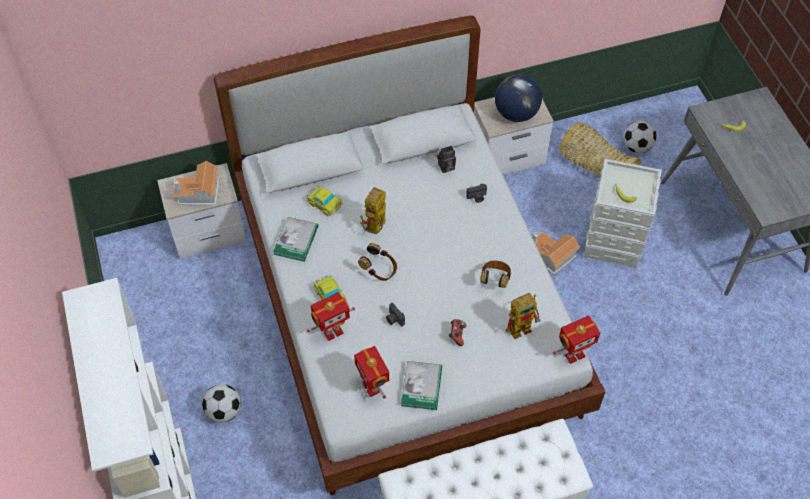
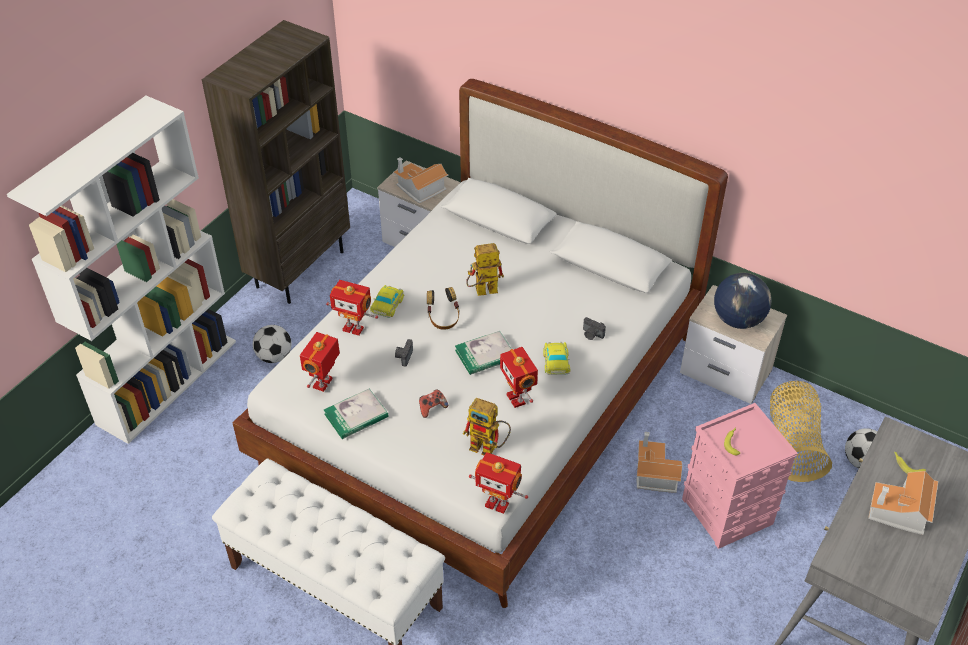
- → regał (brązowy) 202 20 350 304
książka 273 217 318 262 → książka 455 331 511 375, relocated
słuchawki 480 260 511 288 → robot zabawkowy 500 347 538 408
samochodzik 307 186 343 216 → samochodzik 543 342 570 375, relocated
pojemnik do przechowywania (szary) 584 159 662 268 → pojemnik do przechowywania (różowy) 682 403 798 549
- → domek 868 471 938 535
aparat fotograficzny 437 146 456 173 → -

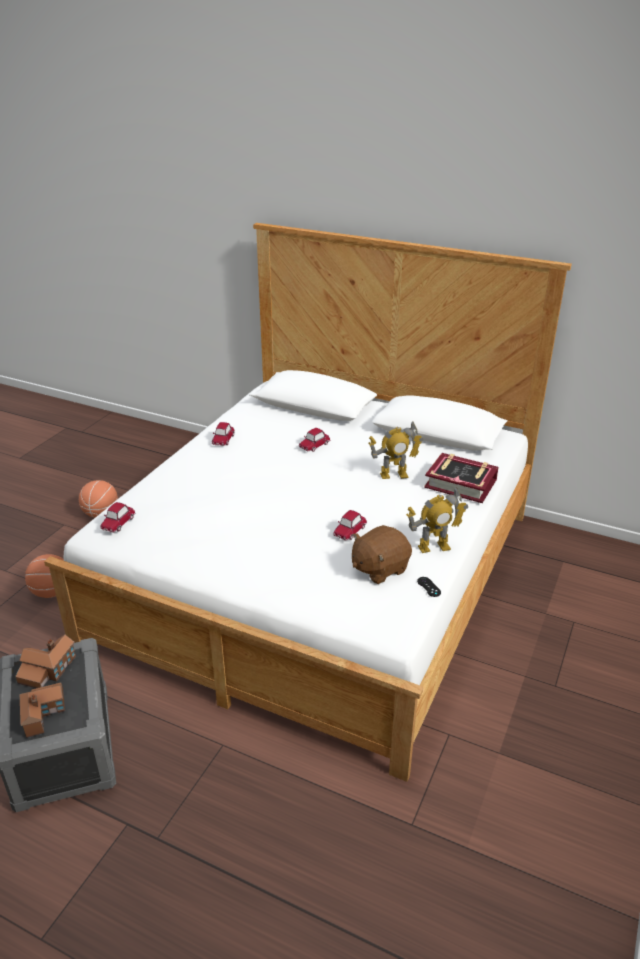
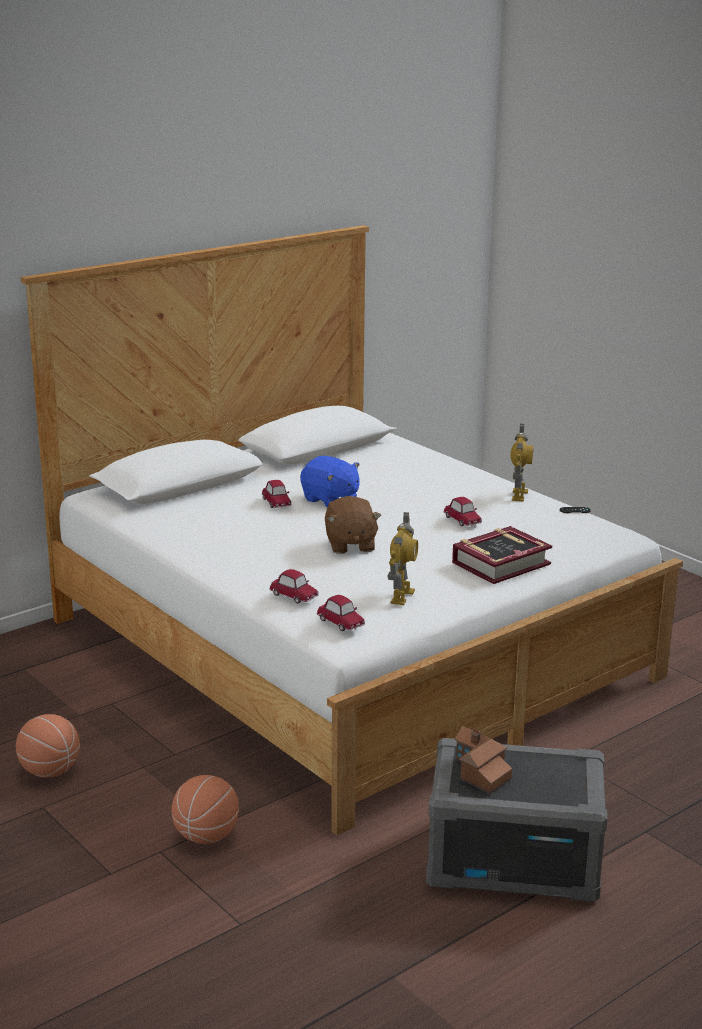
samochodzik 212 422 235 446 → samochodzik 269 569 318 603, relocated
- → pluszak (niebieski) 300 456 360 507
pluszak (brązowy) 352 525 412 584 → pluszak (brązowy) 325 496 381 554, relocated
robot zabawkowy 368 422 424 479 → robot zabawkowy 388 512 418 605, relocated
książka 424 453 499 503 → książka 452 526 552 584, relocated
domek 20 682 65 738 → -

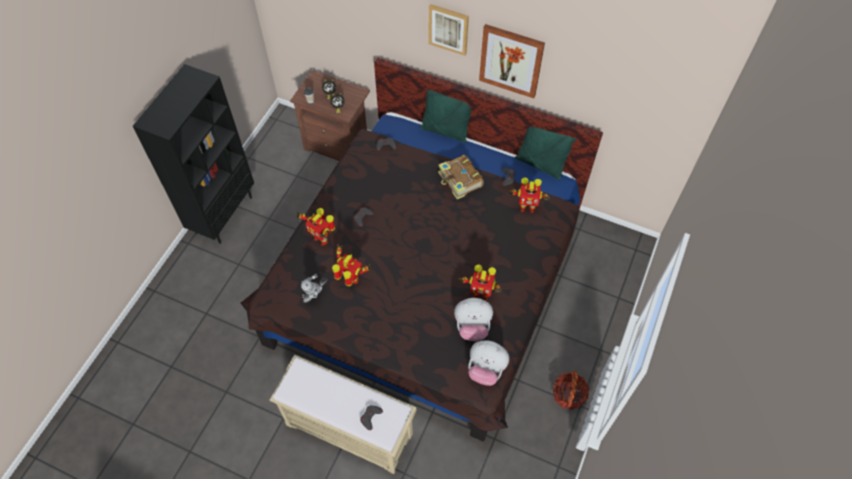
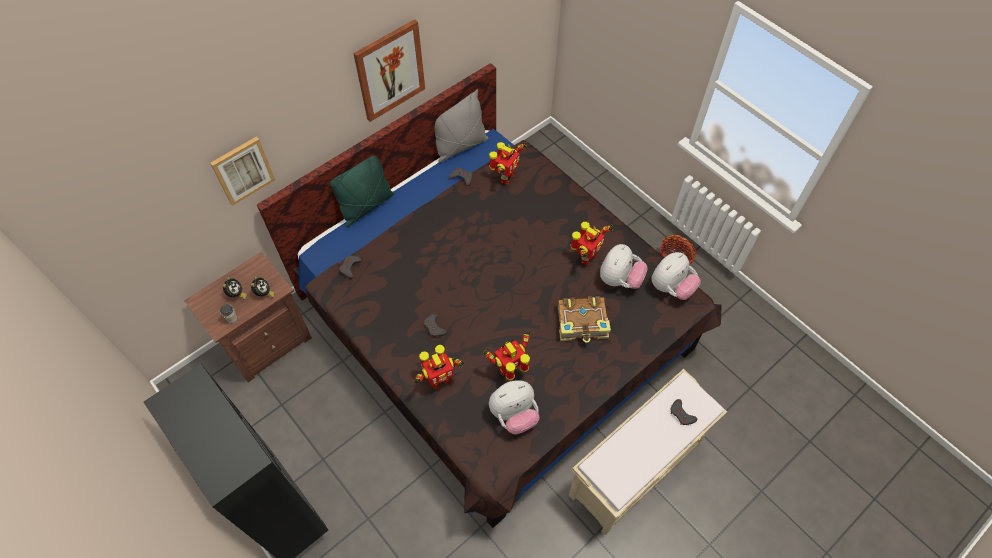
obraz 429 4 469 56 → obraz 210 136 275 206, relocated
poduszka (zielony) 515 127 576 180 → poduszka (szary) 435 89 489 163
robot zabawkowy 301 274 327 303 → pluszak 489 380 539 435
książka 438 155 484 199 → książka 558 296 611 343, relocated

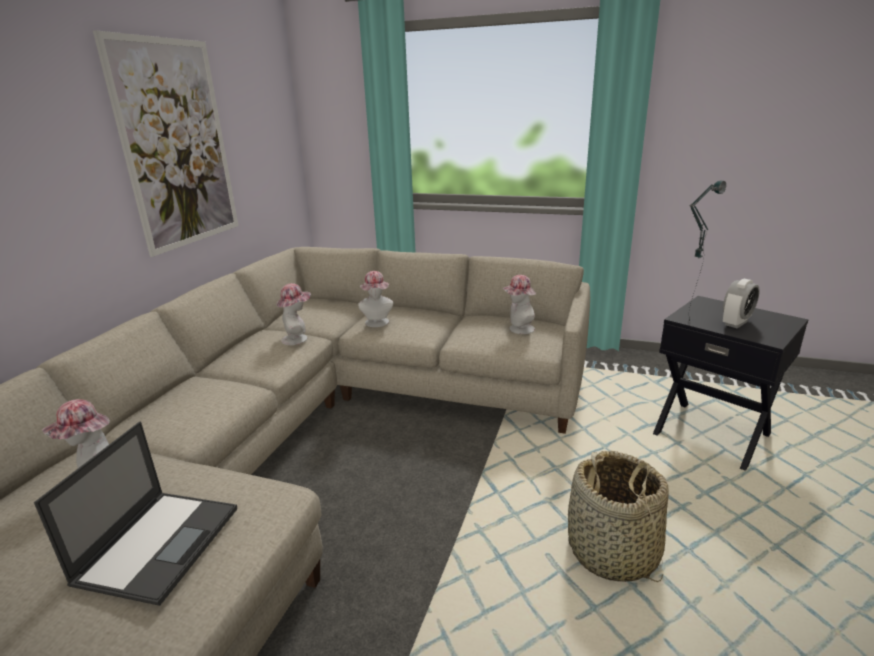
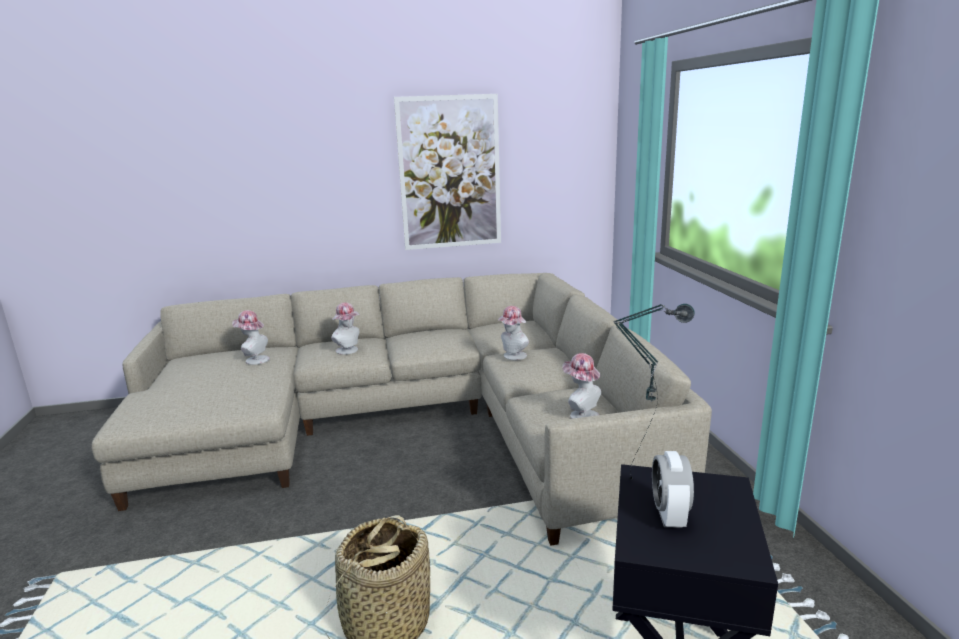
kapelusz 276 283 311 345 → kapelusz 331 303 360 355, relocated
budzik 723 279 760 328 → budzik 652 451 694 528, 75 degrees clockwise
laptop 34 421 237 606 → -

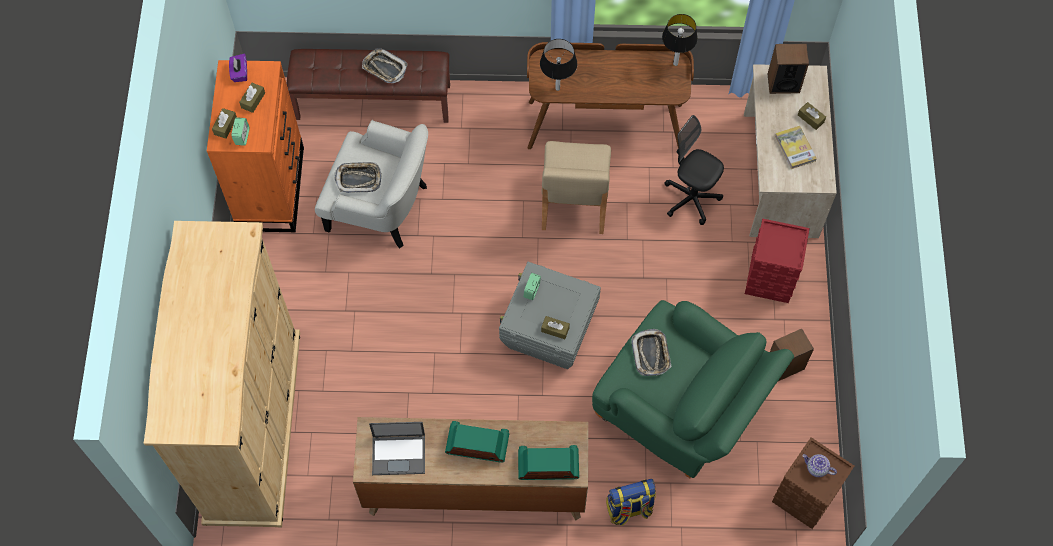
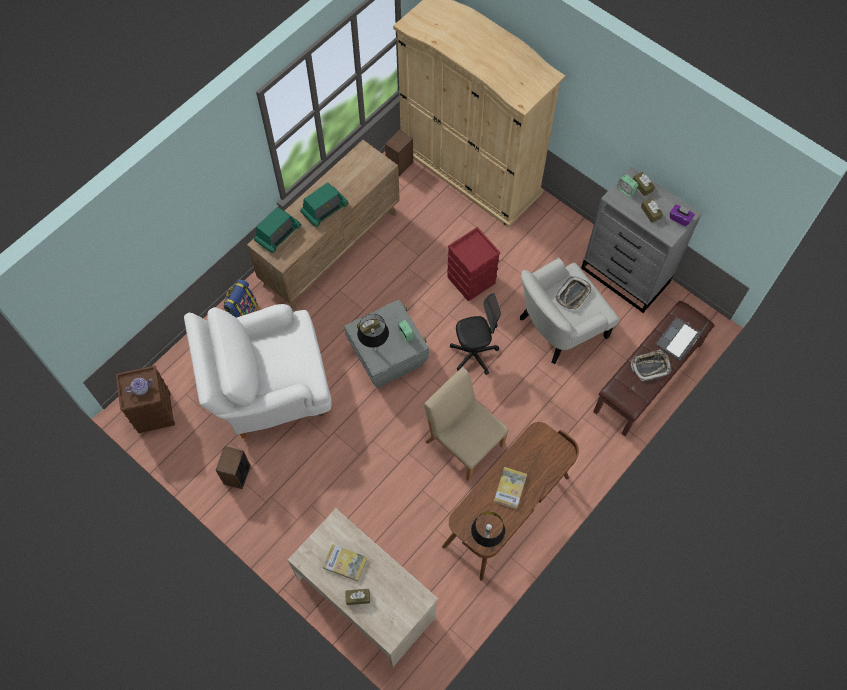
fotel (zielony) 592 300 794 478 → fotel (biały) 184 304 331 438
lampa stołowa (czarny) 540 39 577 91 → lampa stołowa (czarny) 357 314 389 352, relocated
głośnik 768 43 809 94 → głośnik 385 130 413 176, relocated
pojemnik do przechowywania (czerwony) 745 218 810 303 → pojemnik do przechowywania (czerwony) 447 227 500 302, relocated
krzesło biurowe (czarny) 664 115 724 225 → krzesło biurowe (czarny) 450 293 501 375, relocated
- → książka 494 467 527 509
komoda (pomarańczowy) 207 60 304 233 → komoda (szary) 581 167 701 313
laptop 369 422 425 475 → laptop 655 317 709 362, relocated
taca 632 329 672 376 → -

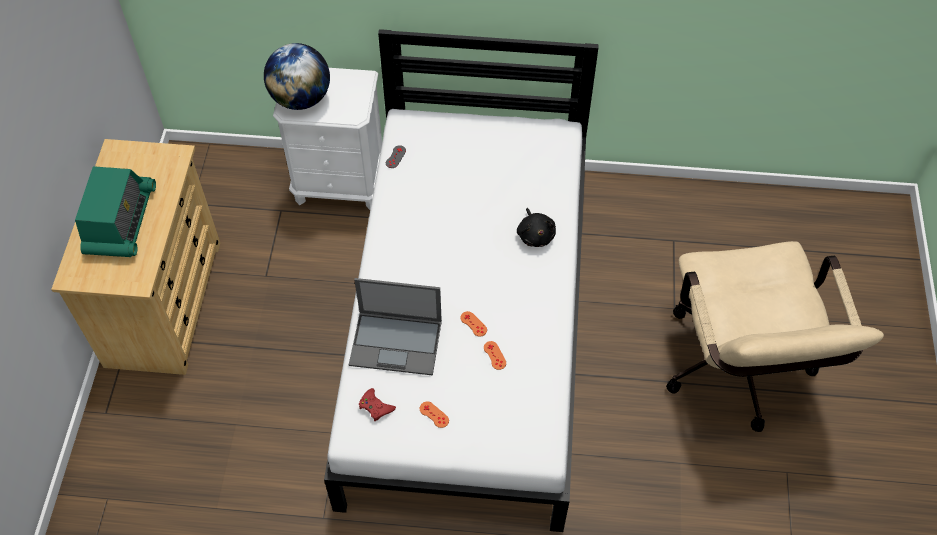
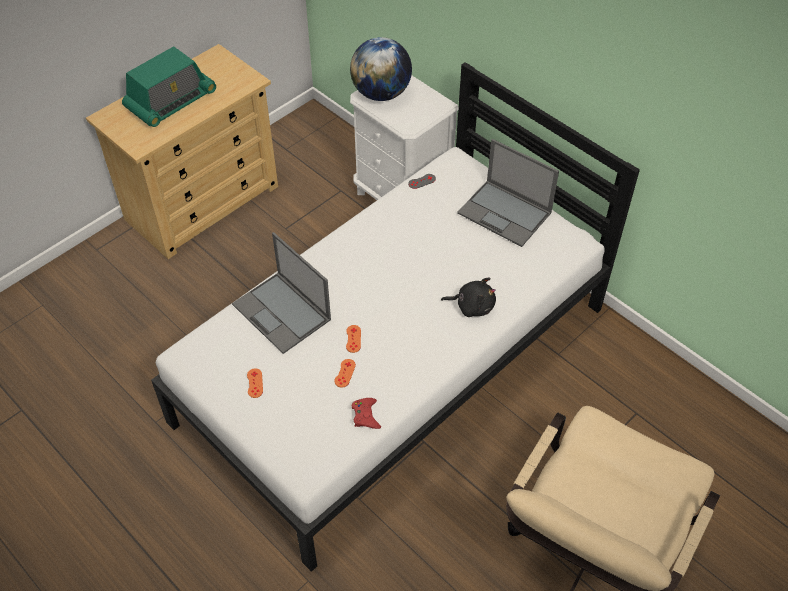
pad do gier (czerwony) 359 388 396 421 → pad do gier (czerwony) 352 398 381 429, relocated
pluszak (czarny) 517 208 556 247 → pluszak (czarny) 441 277 496 317, 105 degrees counterclockwise
- → laptop 457 139 559 247

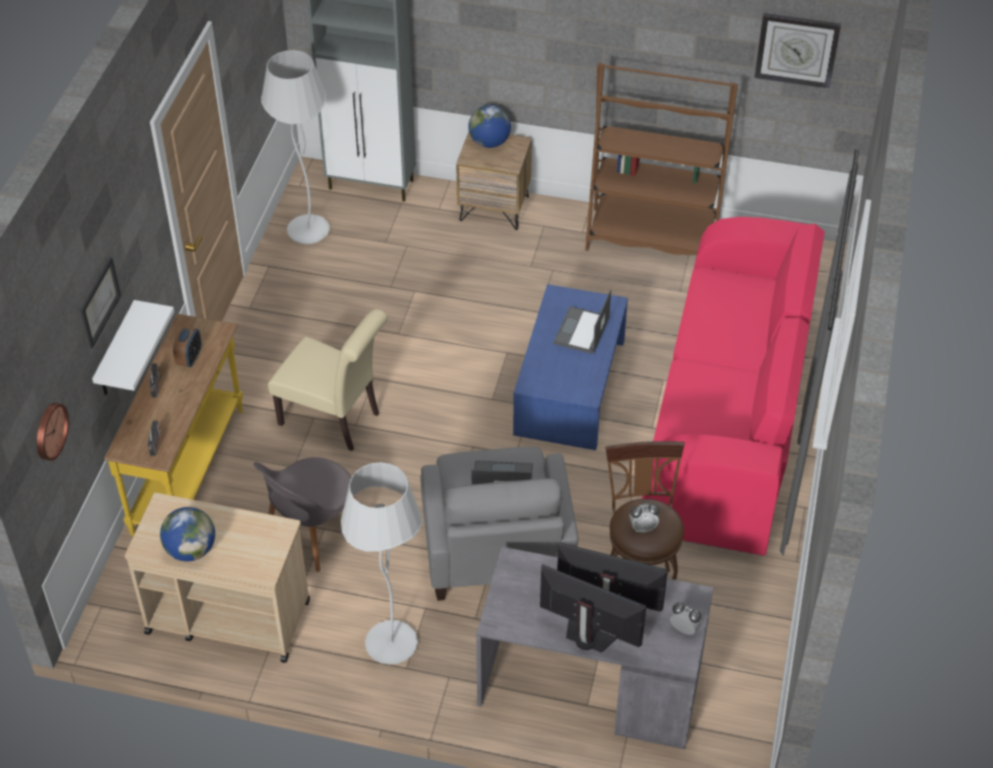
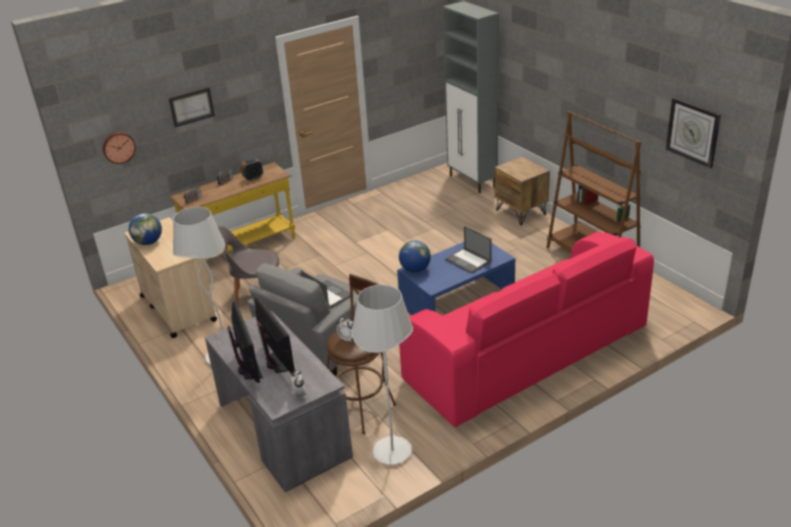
lampa stojąca (biały) 261 50 330 244 → lampa stojąca (biały) 352 285 413 465, relocated
globus 468 105 511 148 → globus 399 241 431 272, relocated
laptop 553 289 611 354 → laptop 445 226 491 273, 105 degrees counterclockwise
półka (biały) 92 300 174 395 → -
krzesło (beżowy) 268 309 388 451 → -

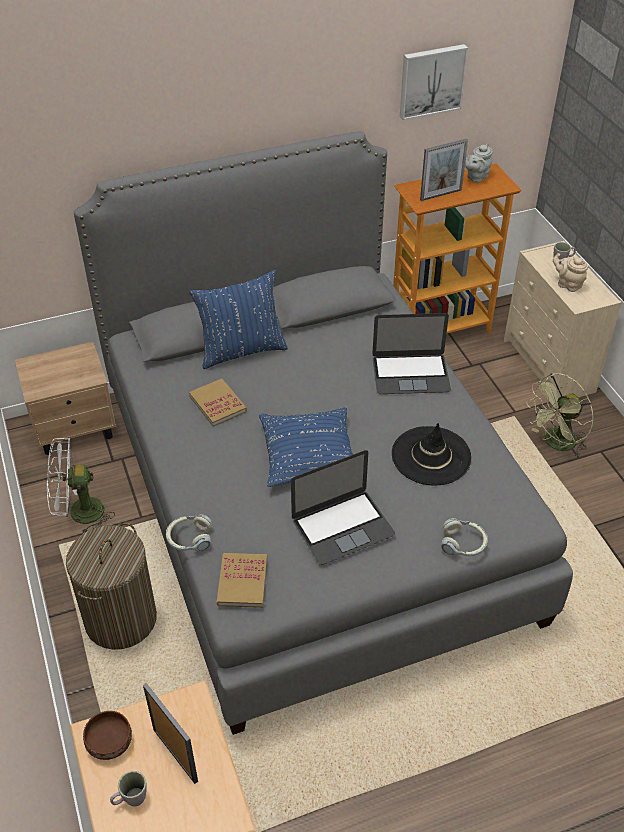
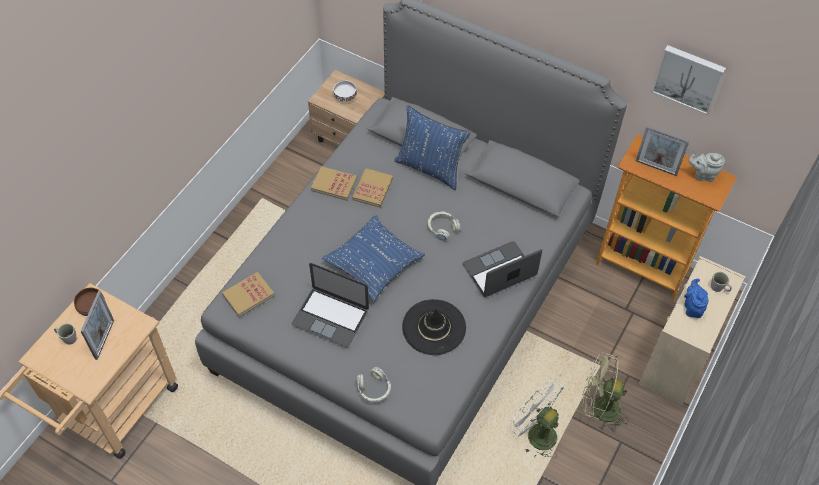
- → książka 311 166 357 201
- → miska (biały) 333 80 357 102
słuchawki 166 514 212 551 → słuchawki 428 212 460 241, relocated
laptop 372 313 451 394 → laptop 462 241 542 297, 105 degrees clockwise
wentylator (biały) 47 437 115 534 → wentylator (biały) 509 379 564 459, relocated
imbryk (beżowy) 553 253 588 292 → imbryk (niebieski) 684 279 708 318
kosz na pranie 66 523 157 650 → -

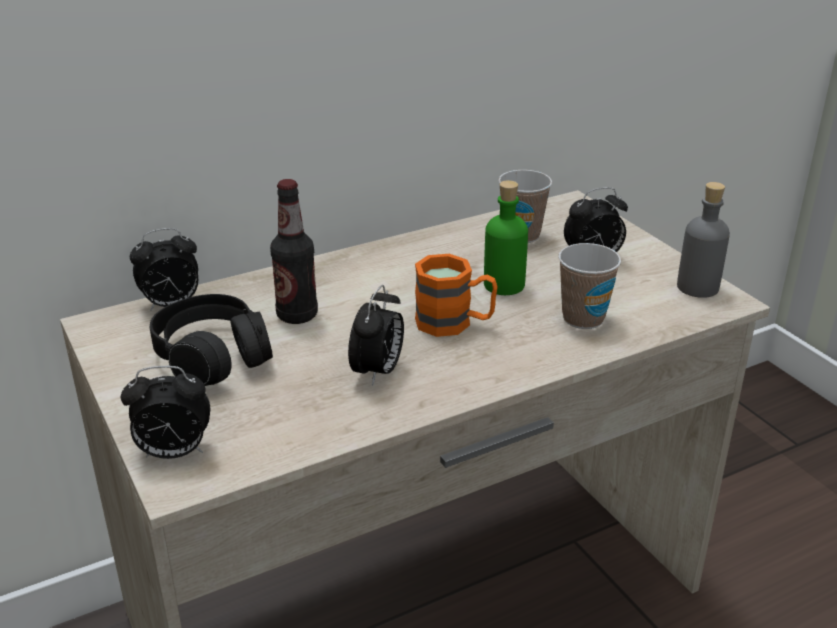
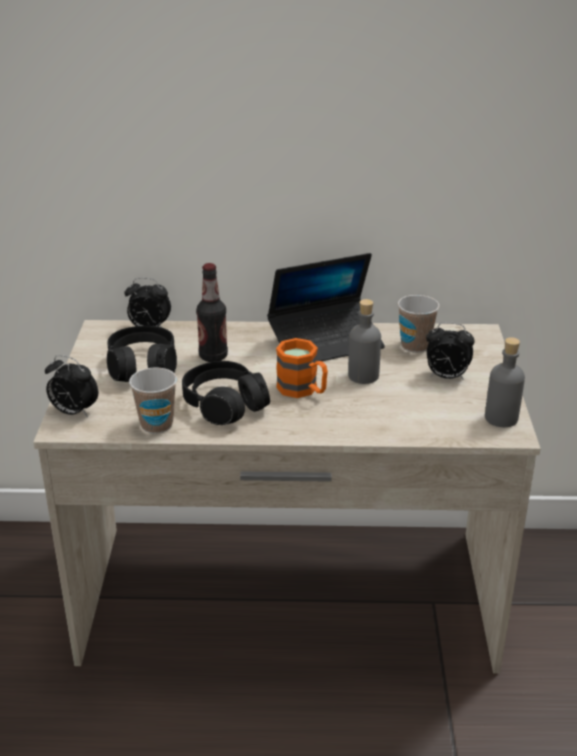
filiżanka 558 243 621 329 → filiżanka 129 367 177 434, relocated
budzik 348 285 404 386 → słuchawki (czarny) 182 361 270 425
- → laptop 267 253 385 361
butelka (zielony) 484 180 528 295 → butelka (szary) 348 299 381 384

